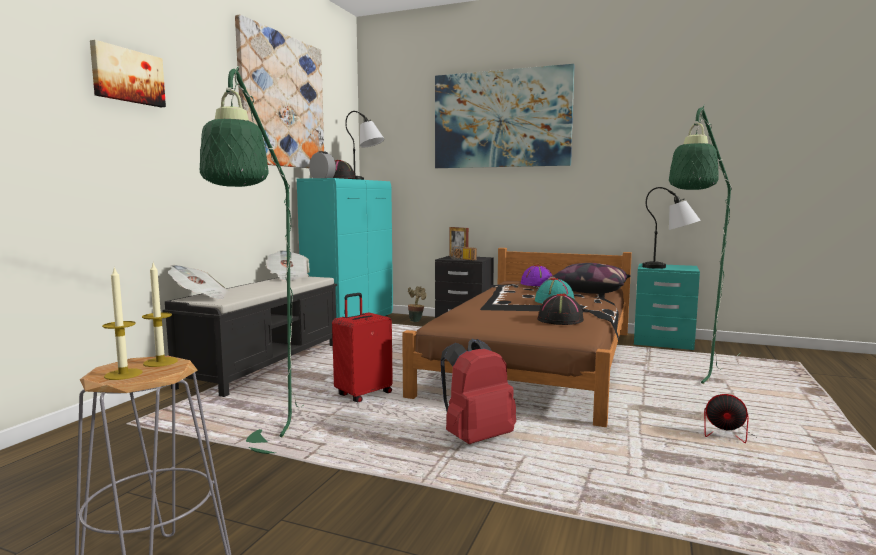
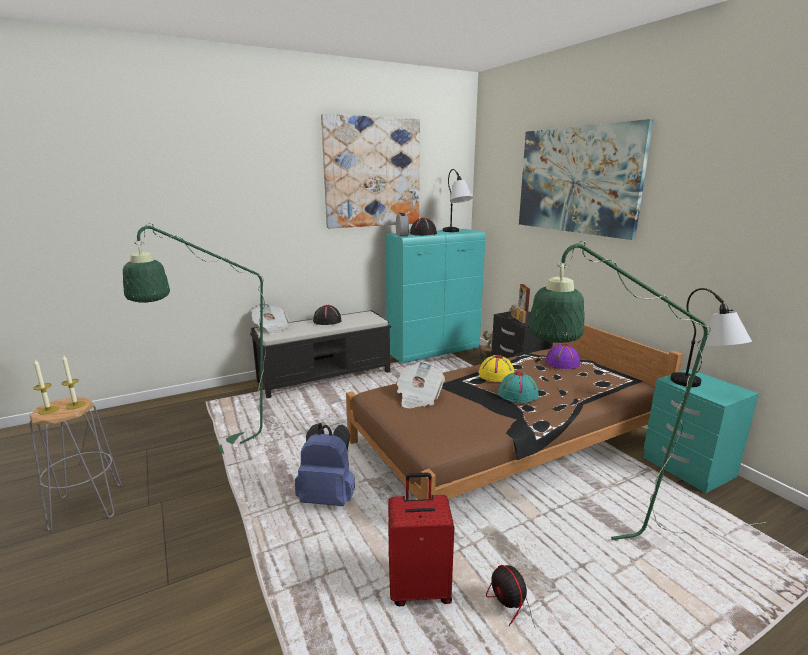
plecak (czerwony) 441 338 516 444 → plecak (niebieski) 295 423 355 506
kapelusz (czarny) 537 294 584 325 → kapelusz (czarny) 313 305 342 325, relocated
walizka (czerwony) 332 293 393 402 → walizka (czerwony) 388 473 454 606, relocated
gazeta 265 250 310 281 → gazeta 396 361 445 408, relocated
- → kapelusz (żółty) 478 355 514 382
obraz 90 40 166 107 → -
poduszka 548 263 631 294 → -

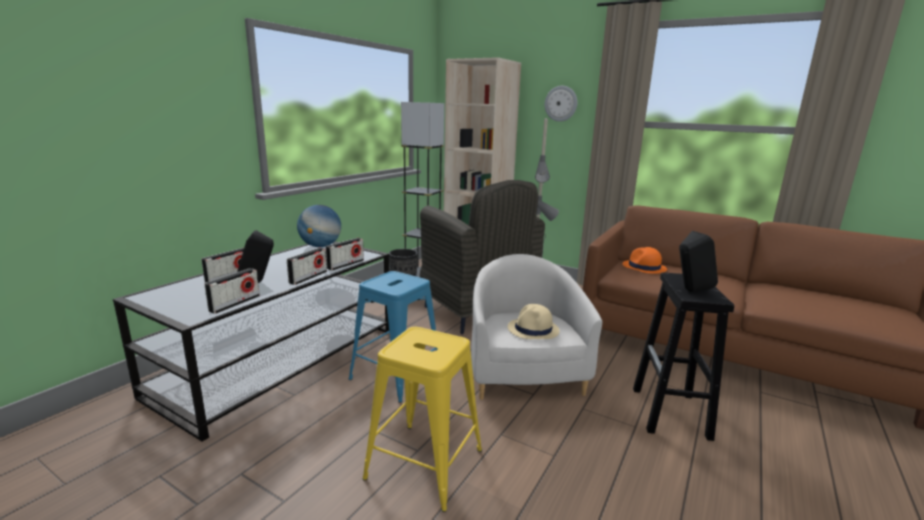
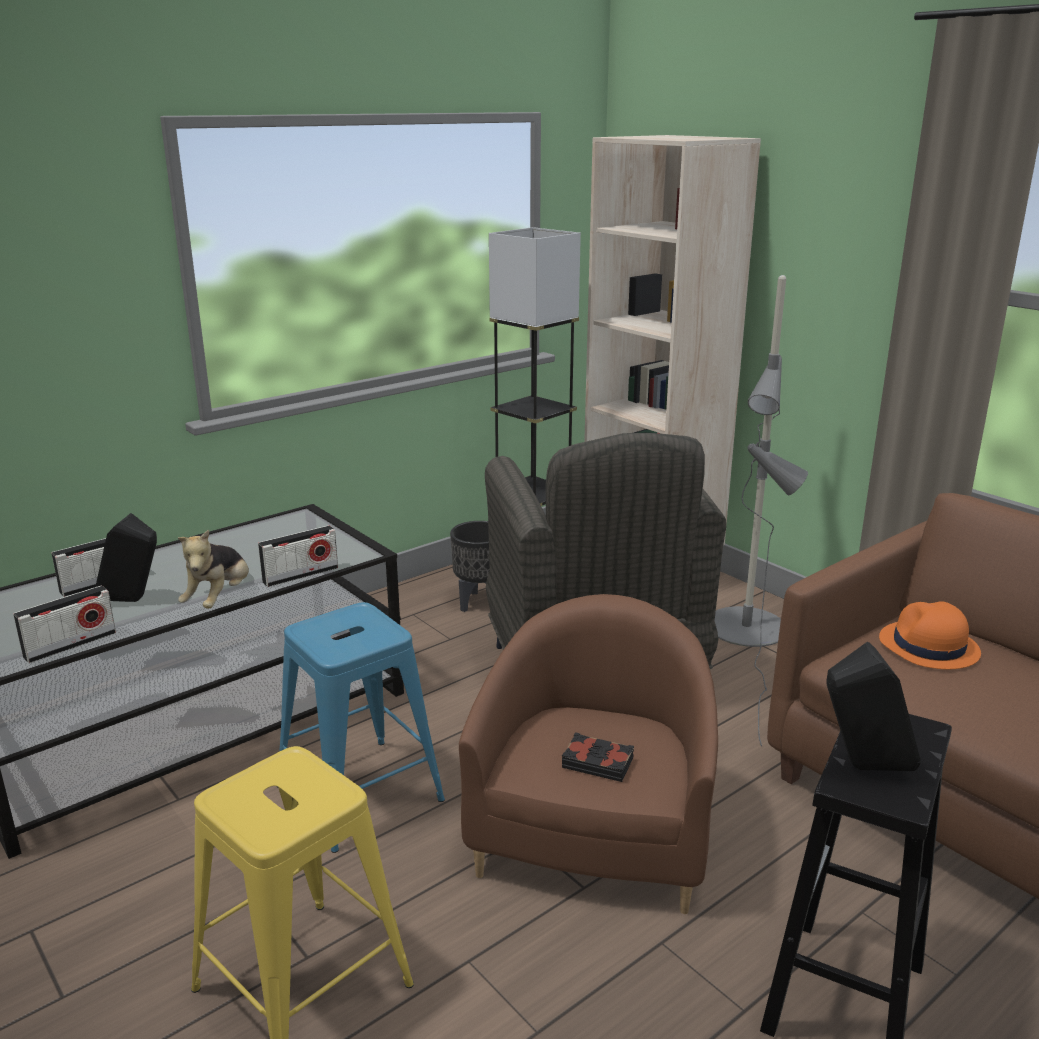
radio 287 248 327 285 → pluszak 178 530 249 609
fotel (biały) 471 254 602 400 → fotel (brązowy) 459 594 718 914
kapelusz (beżowy) 508 304 560 339 → książka (czarny) 562 732 634 782
globus 297 205 341 247 → -
zegar ścienny 545 86 577 122 → -

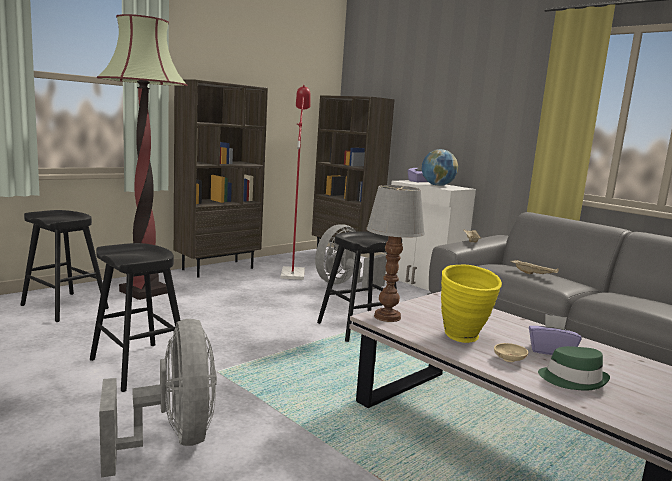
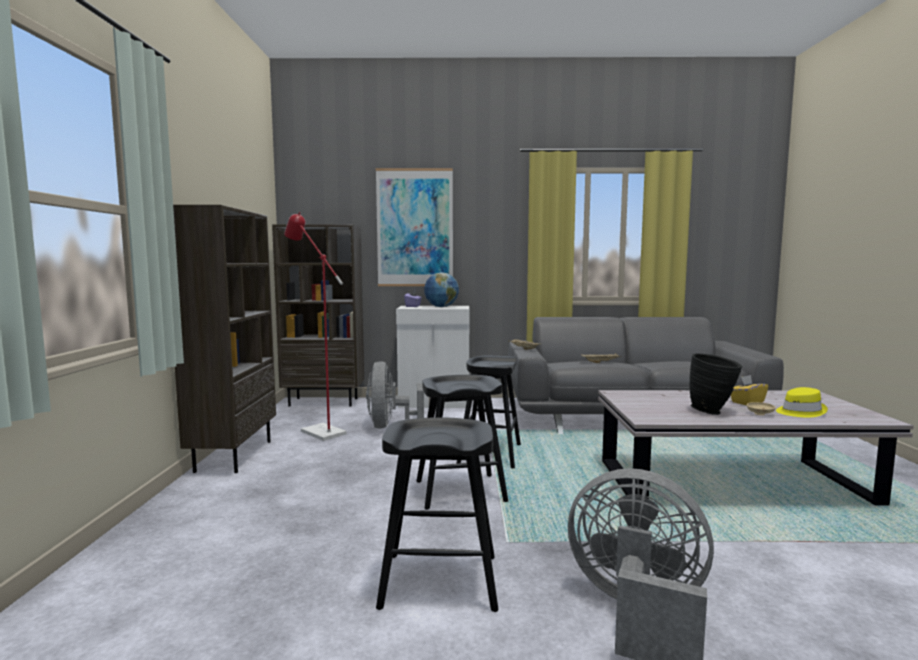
- → obraz 376 168 453 286
stołek (czarny) 21 210 109 322 → stołek (czarny) 416 375 508 510, relocated
wazon (żółty) 441 265 502 343 → wazon (czarny) 689 353 742 415
pudełko chusteczek (fioletowy) 529 314 582 355 → pudełko chusteczek (żółty) 731 375 768 405
kapelusz (zielony) 538 346 610 391 → kapelusz (żółty) 776 387 828 418
lampa stojąca 97 14 188 300 → -
lampa stołowa 366 185 425 322 → -

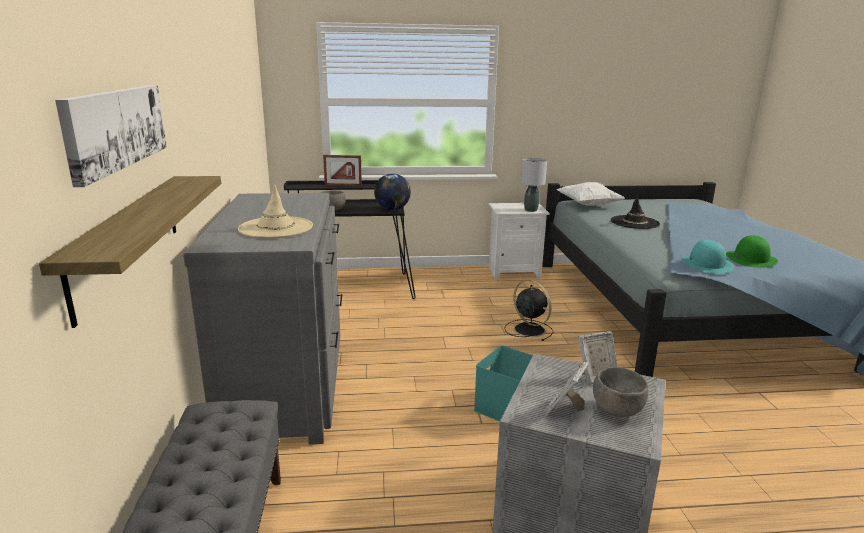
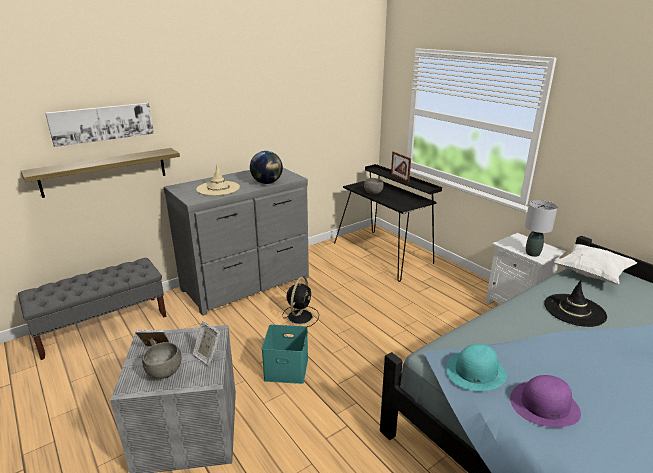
globus 374 173 411 210 → globus 250 151 283 184, relocated
wentylator (czarny) 504 280 553 341 → wentylator (czarny) 283 277 319 327, relocated
kapelusz (zielony) 726 235 778 268 → kapelusz (fioletowy) 510 375 581 427

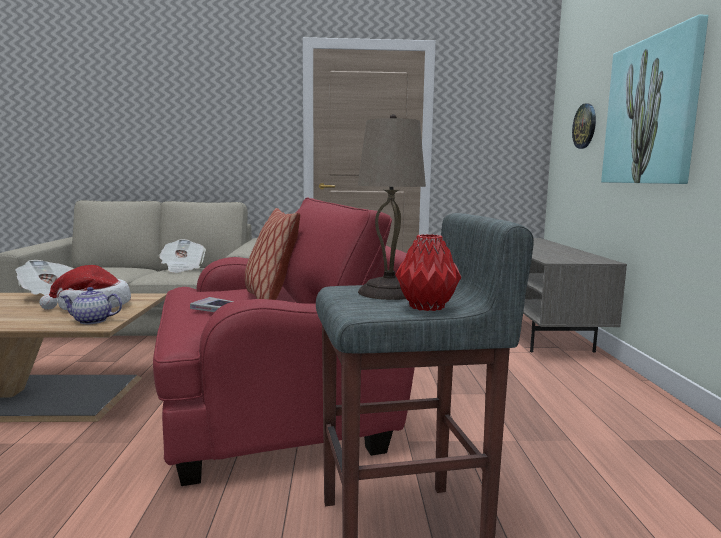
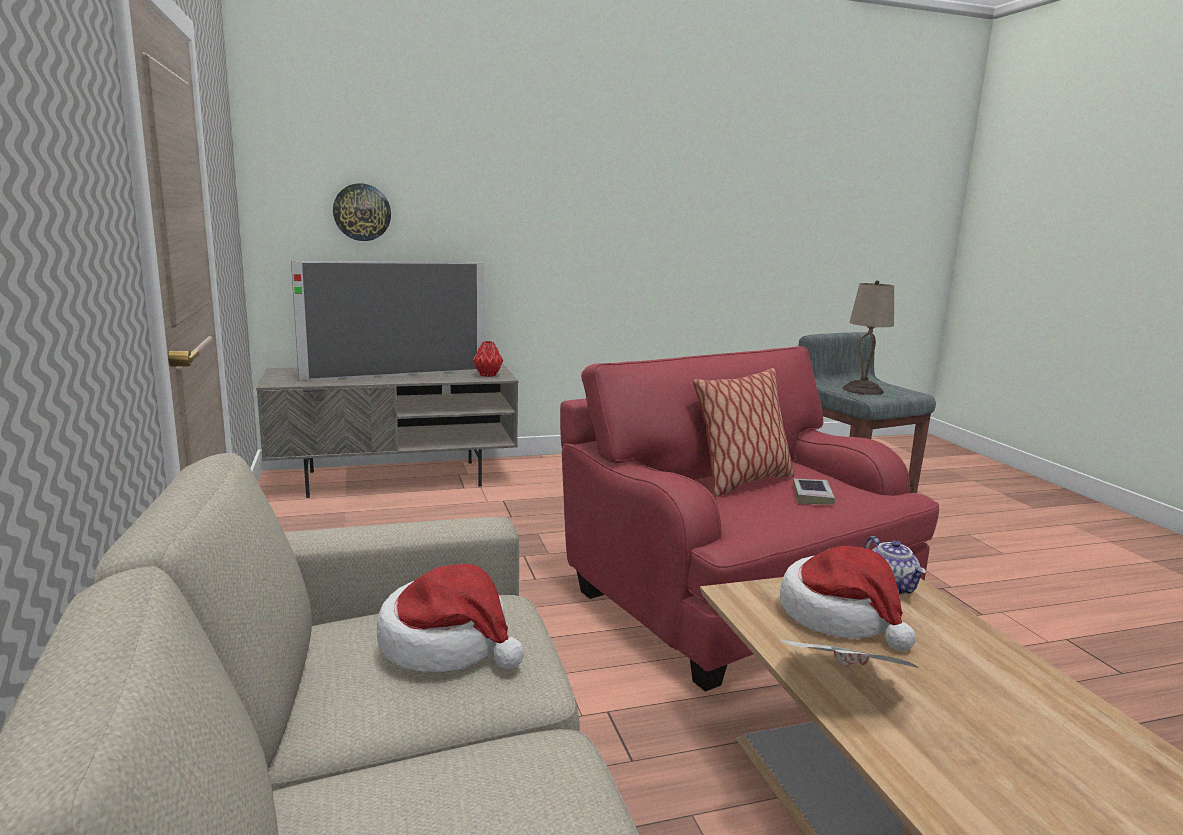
- → telewizor 291 261 484 381
gazeta 159 239 206 273 → kapelusz 377 564 524 672
wazon (czerwony) 396 234 461 311 → wazon (czerwony) 473 341 503 377, relocated
obraz 601 15 708 184 → -

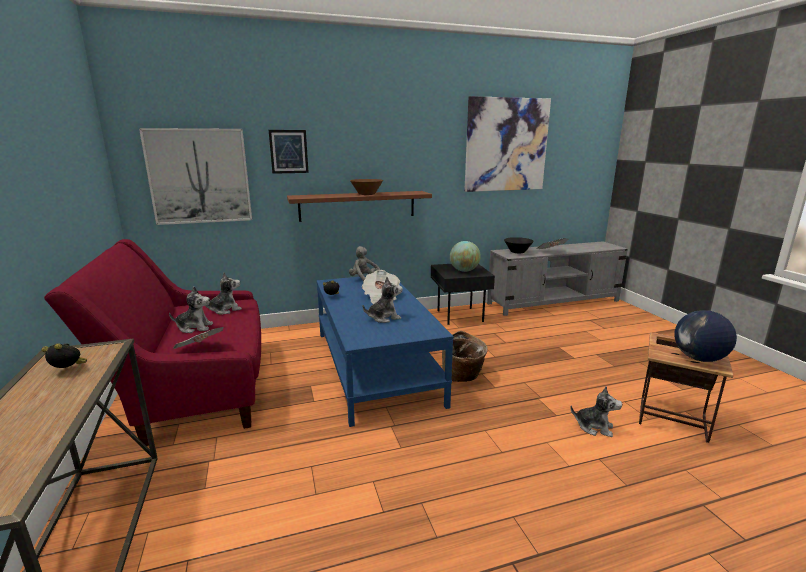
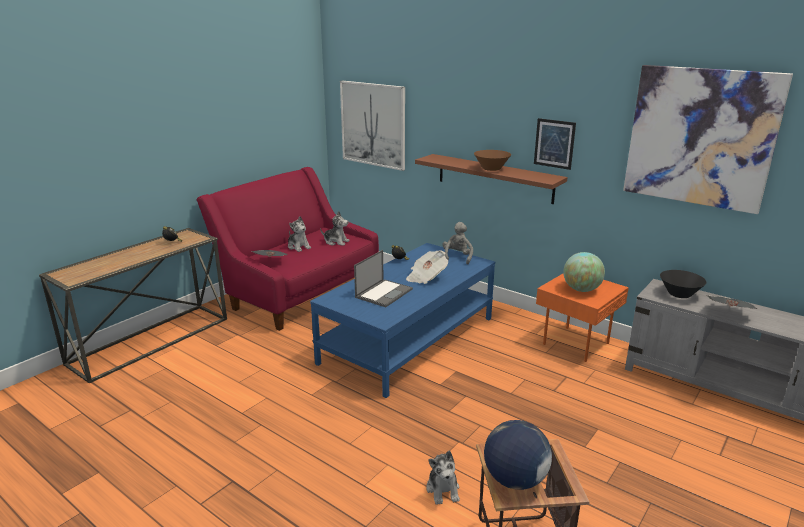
pluszak 363 277 403 323 → laptop 354 250 413 307
obraz 269 130 309 174 → obraz 534 118 576 170, relocated
stolik (czarny) 431 264 495 325 → stolik (pomarańczowy) 536 274 629 362
koszyk 442 331 488 382 → -

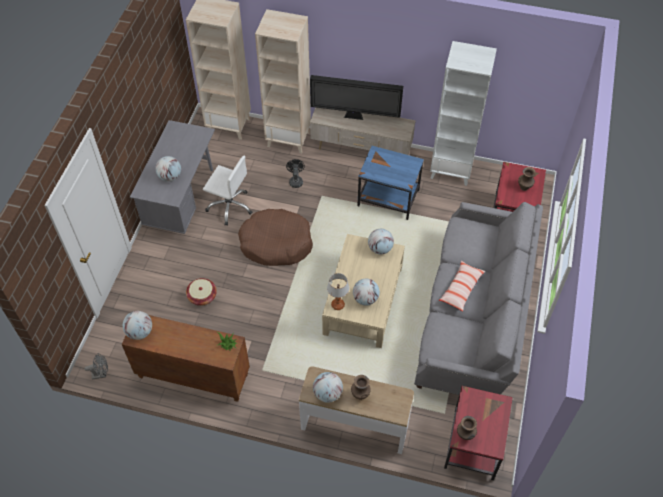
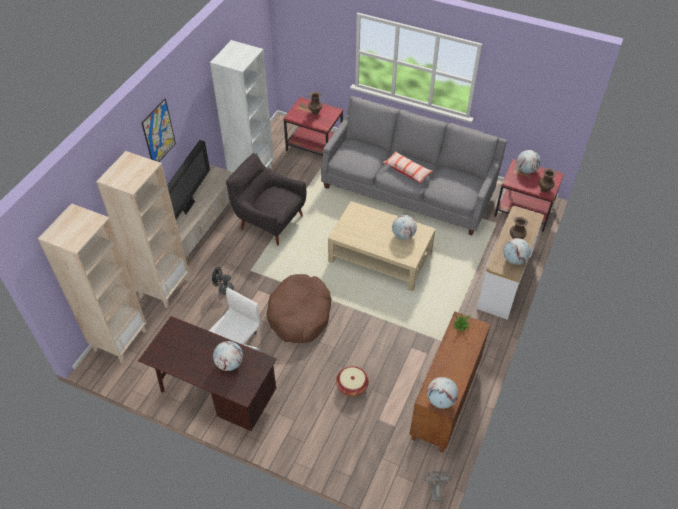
biurko (szary) 130 120 215 234 → biurko (brązowy) 138 316 277 431
- → obraz 141 99 176 162
stolik (niebieski) 357 146 424 220 → fotel (szary) 226 153 306 245
globus 368 229 394 254 → globus 517 150 541 174, relocated
lampa stołowa 327 273 349 310 → -

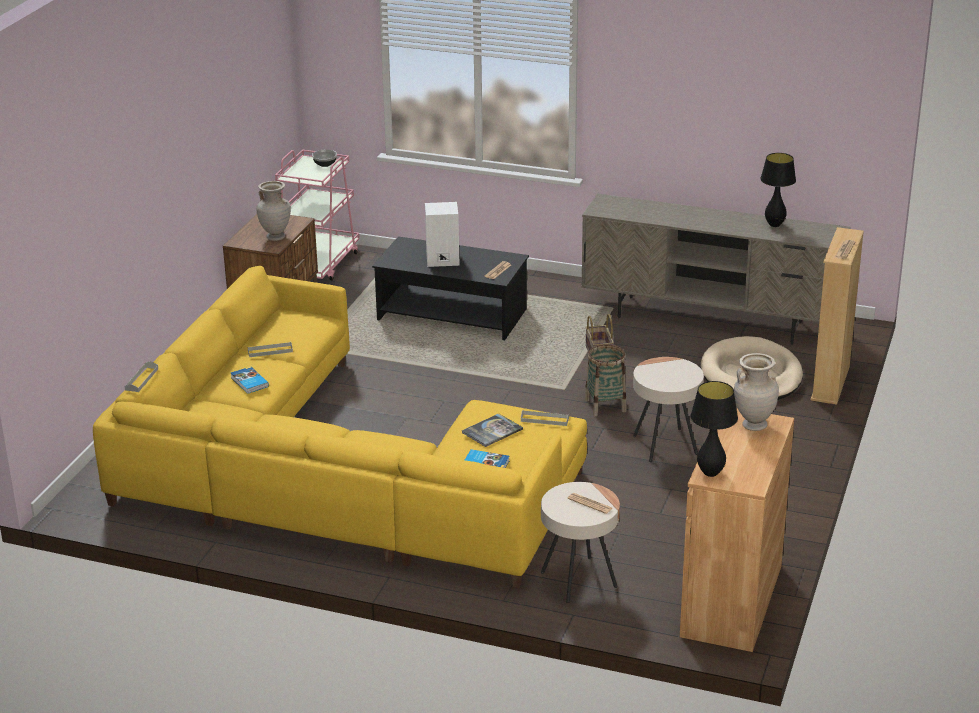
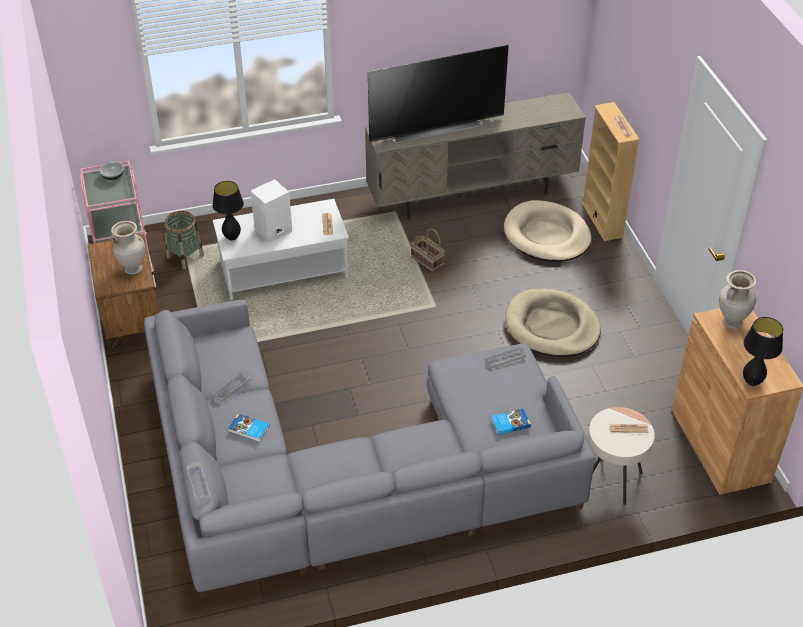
kanapa (żółty) 93 266 587 588 → kanapa (szary) 144 300 595 598
koszyk 585 344 626 416 → koszyk 164 211 204 269, relocated
lampa stołowa (czarny) 761 153 796 227 → lampa stołowa (czarny) 212 181 244 241, relocated
ława (czarny) 372 236 529 340 → ława (biały) 213 199 349 300
- → telewizor 368 45 509 143
stolik (beżowy) 633 357 704 462 → legowisko (beżowy) 505 288 601 357
książka 462 413 523 447 → -

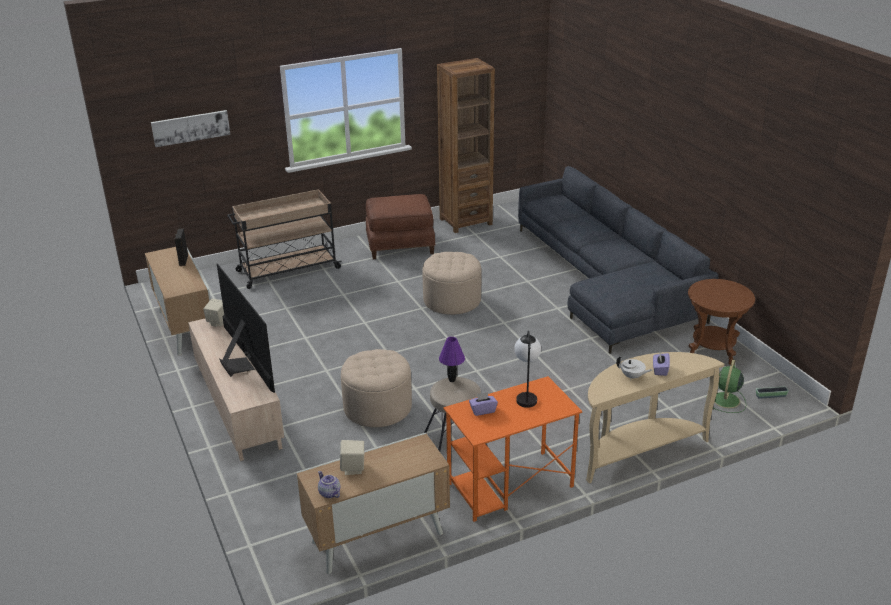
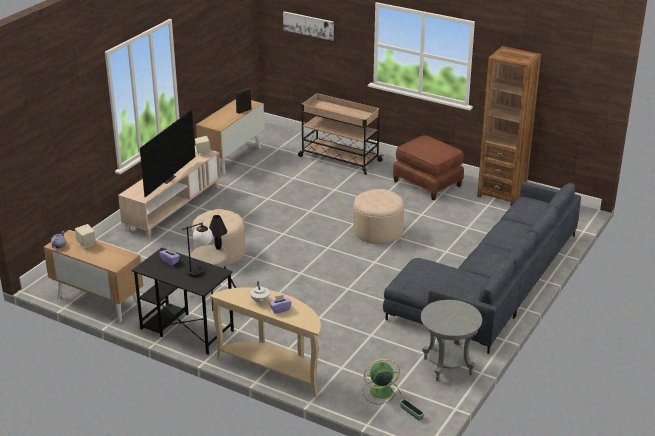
biurko (pomarańczowy) 443 376 582 522 → biurko (czarny) 132 248 234 355
lampa stołowa (fioletowy) 439 336 465 382 → lampa stołowa (czarny) 209 215 227 250
stolik (brązowy) 688 279 755 365 → stolik (szary) 421 300 482 381

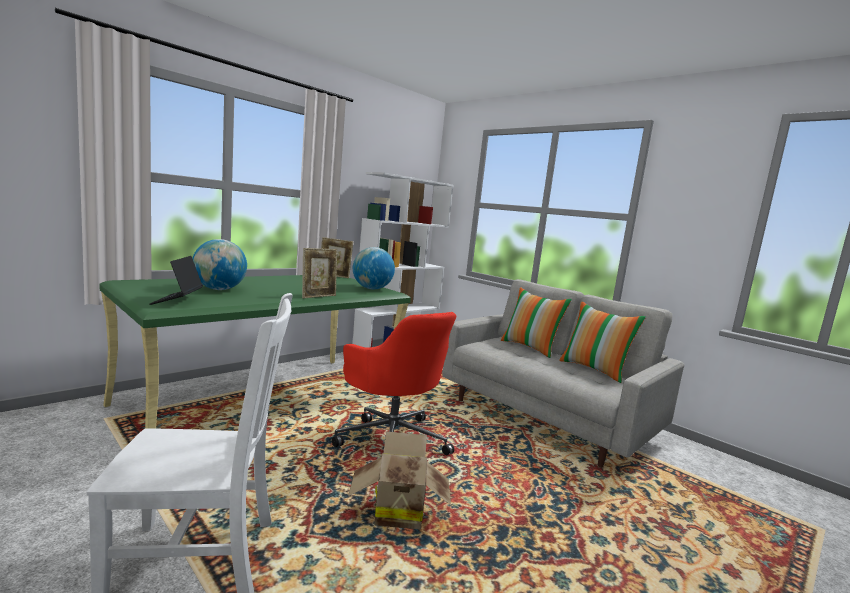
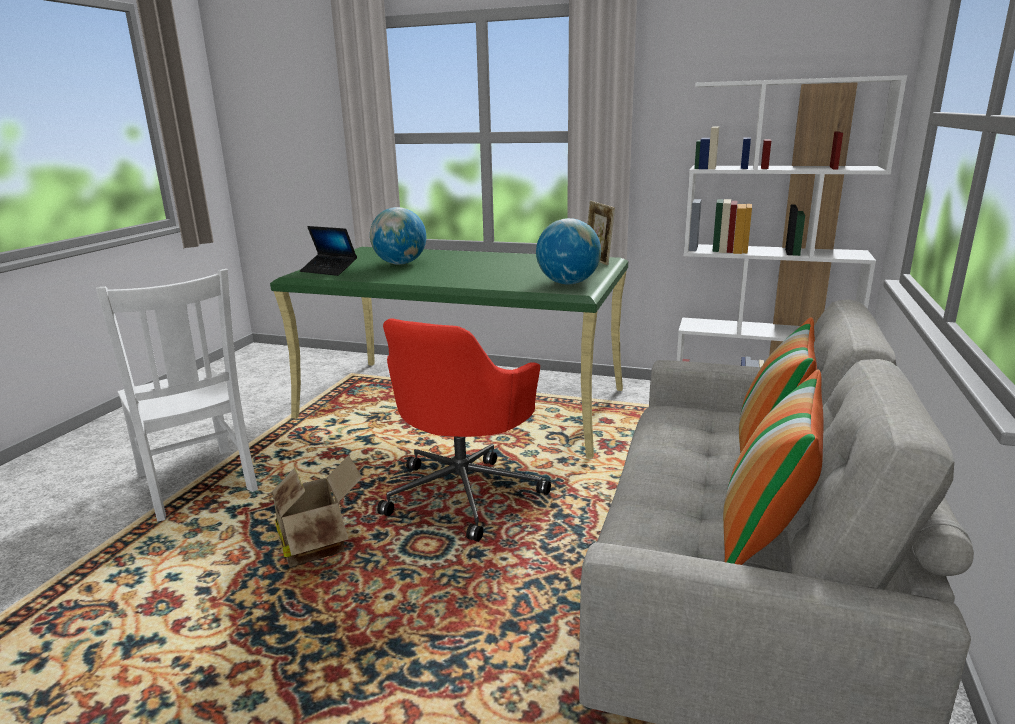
laptop 149 256 203 305 → laptop 300 226 357 276, 120 degrees counterclockwise
ramka na zdjęcie 302 248 337 299 → -

